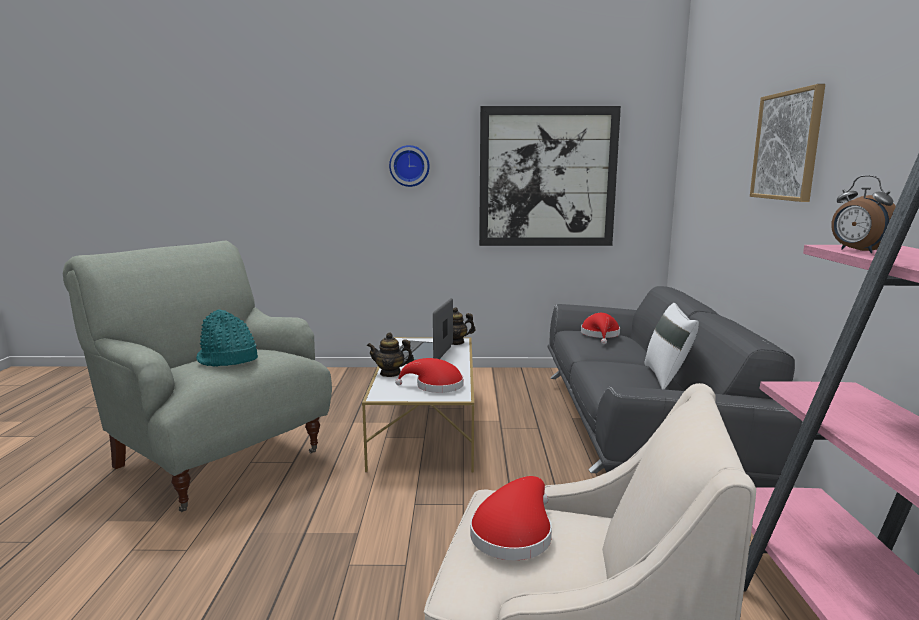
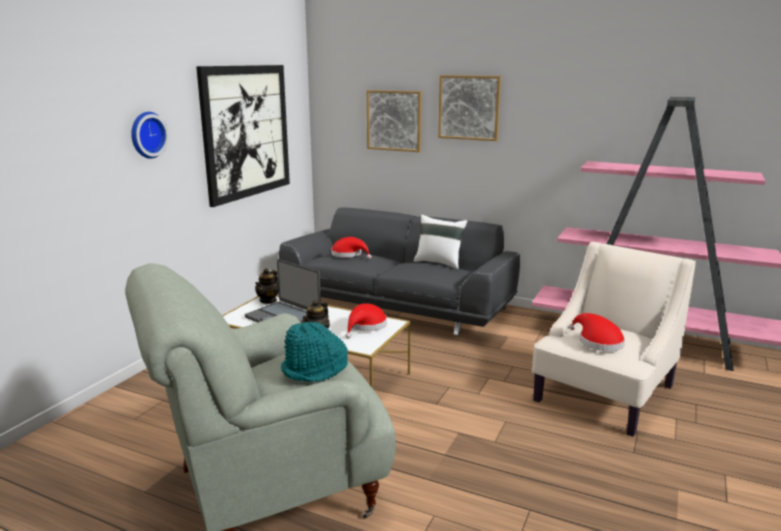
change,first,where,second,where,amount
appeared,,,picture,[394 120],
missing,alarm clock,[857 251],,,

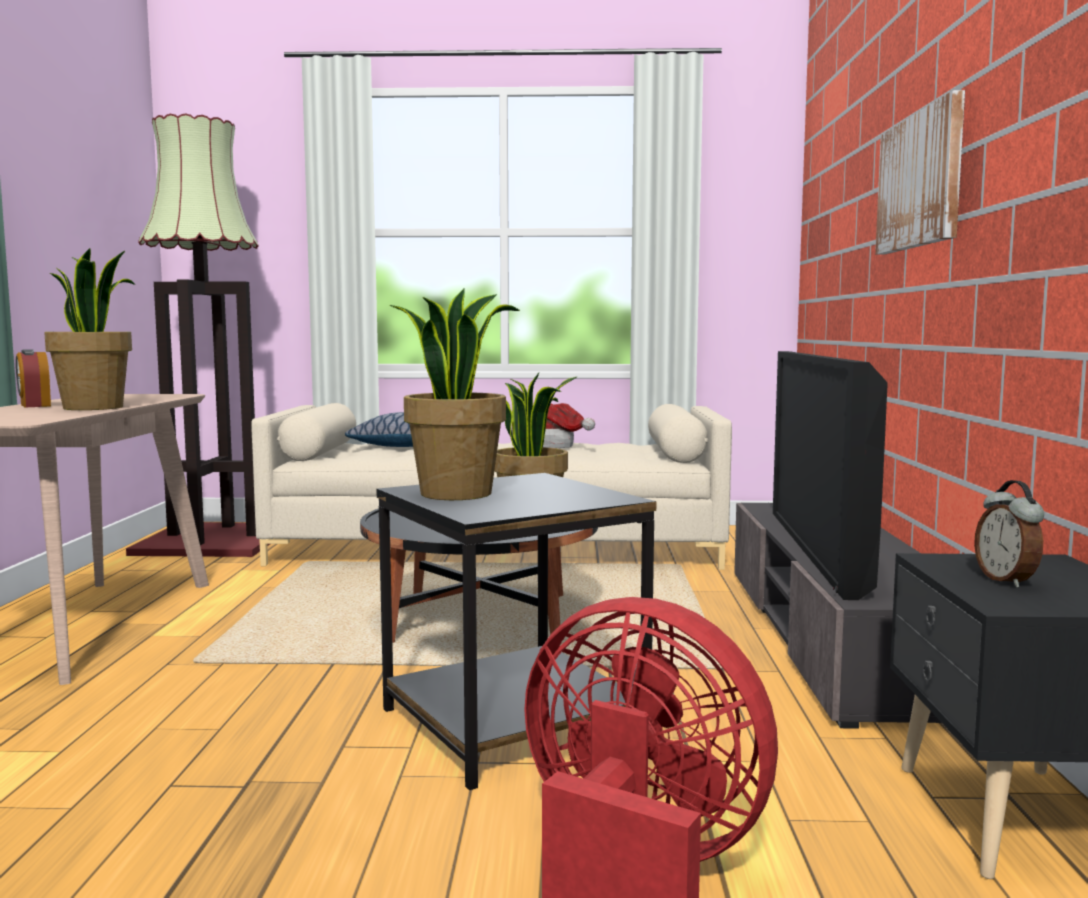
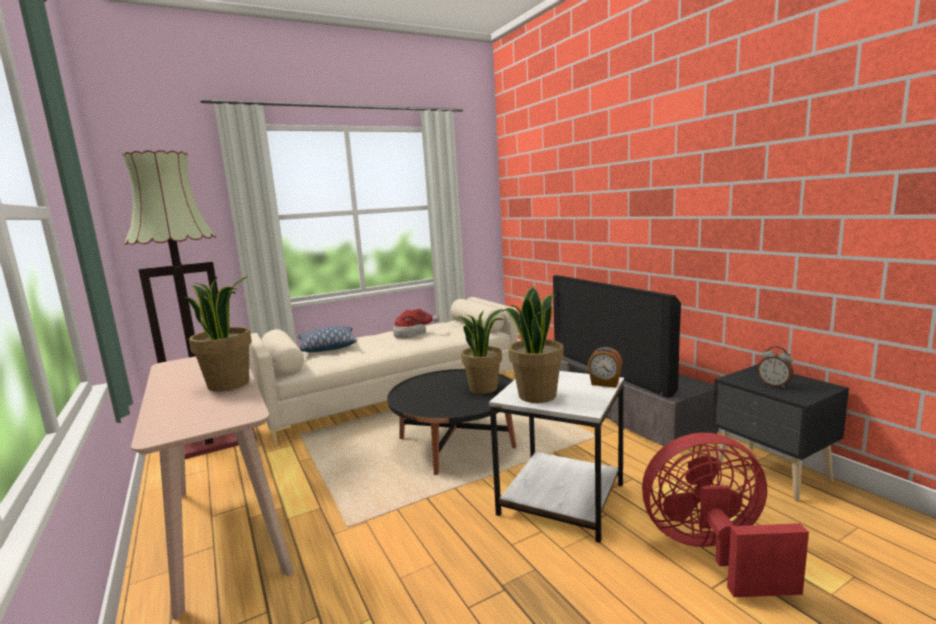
change,first,where,second,where,amount
colour,black side table,[516 723],white side table,[563 498],
relocated,alarm clock,[34 405],,[604 383],
missing,picture,[920 181],,,

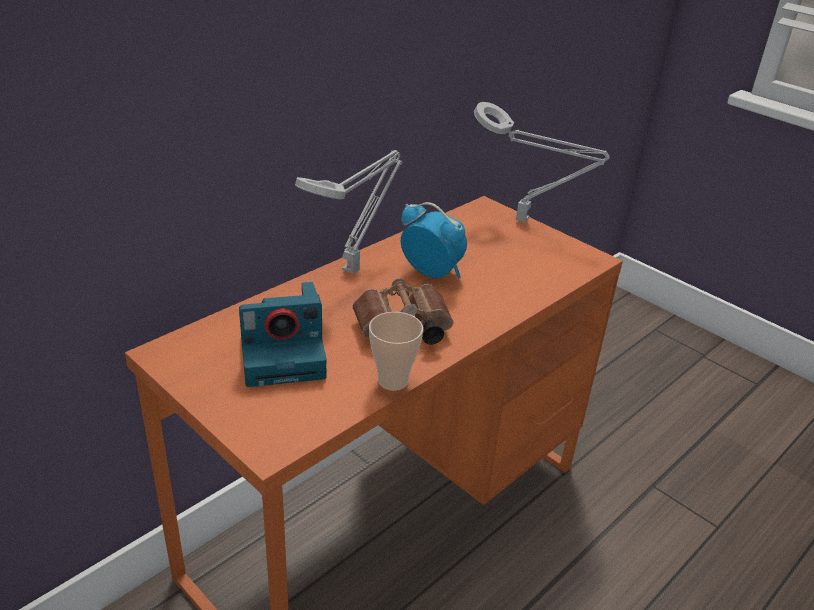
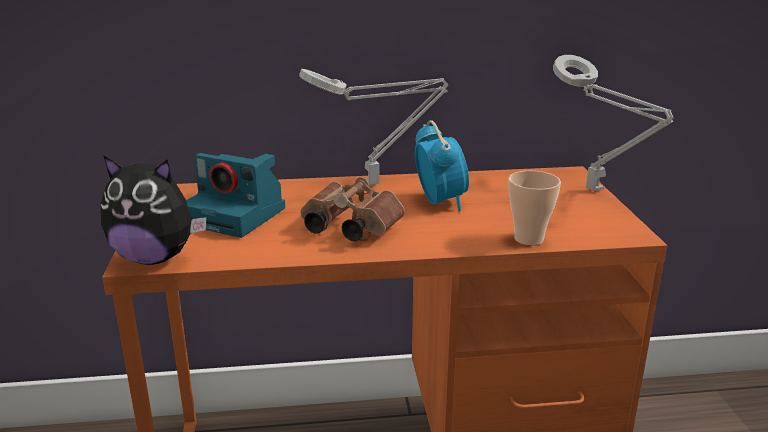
change,first,where,second,where,amount
appeared,,,plush toy,[155 258],
relocated,cup,[393 381],,[528 239],

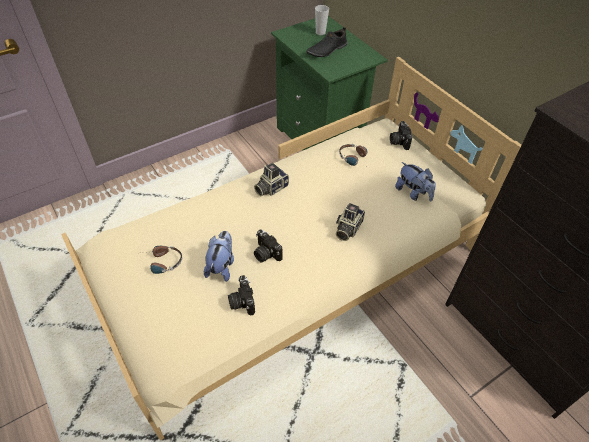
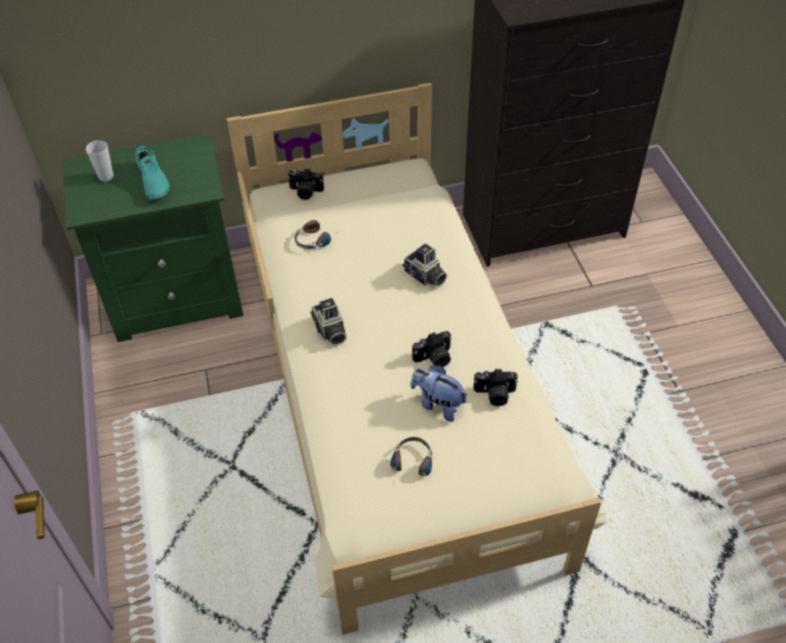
change,first,where,second,where,amount
colour,black shoe,[326 50],turquoise shoe,[152 181],
missing,plush toy,[413 193],,,

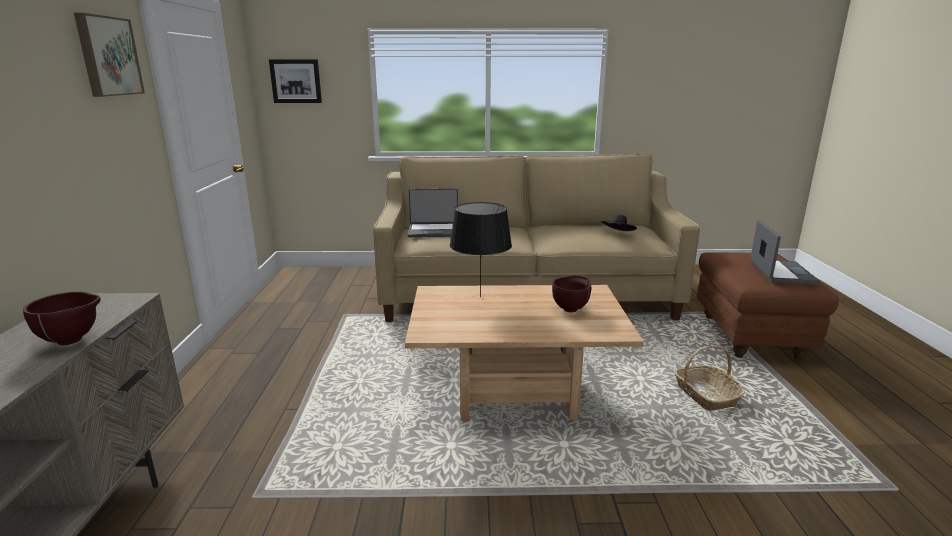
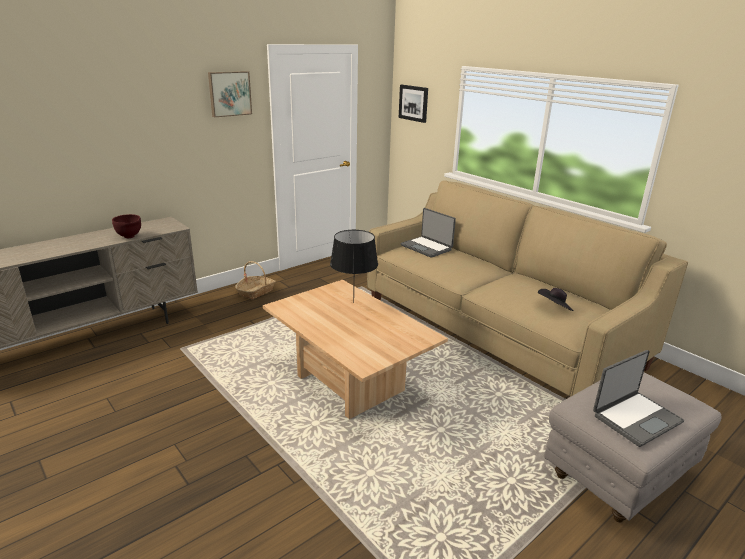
change,first,where,second,where,amount
relocated,basket,[705 395],,[256 292],
colour,brown ottoman,[749 336],grey ottoman,[617 474],
missing,brown bowl,[571 309],,,

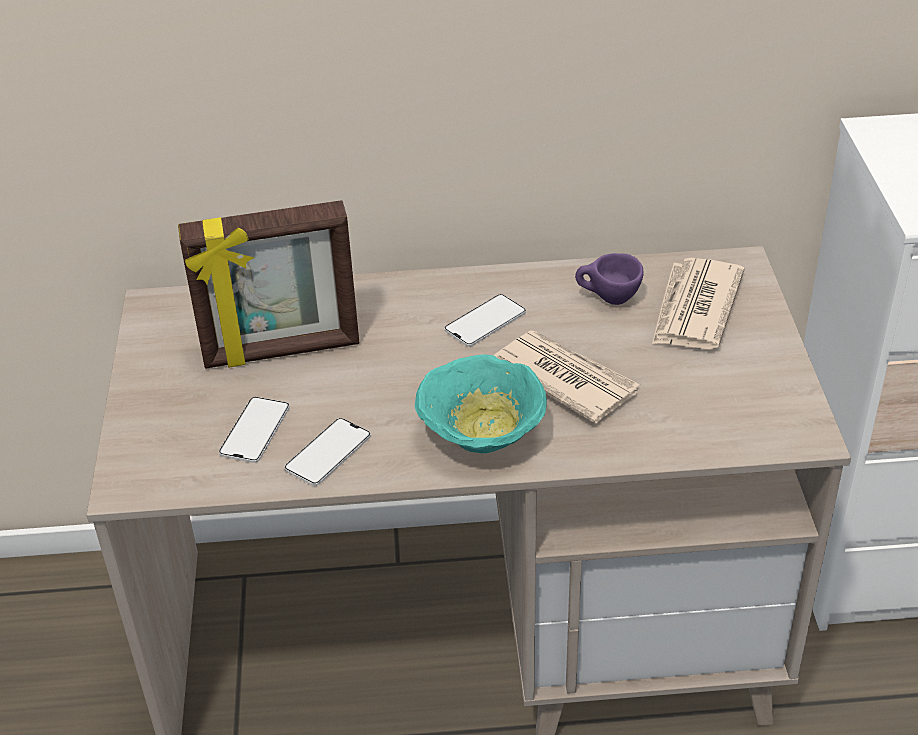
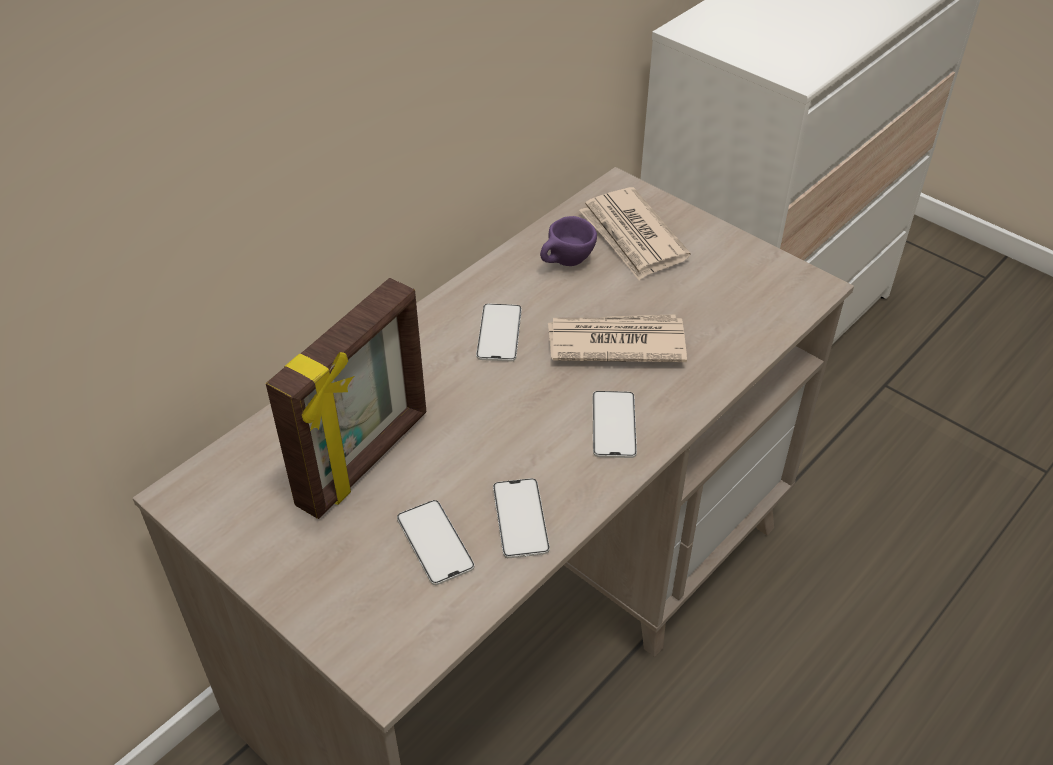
change,first,where,second,where,amount
exchanged,turquoise bowl,[480 435],phone,[614 425],

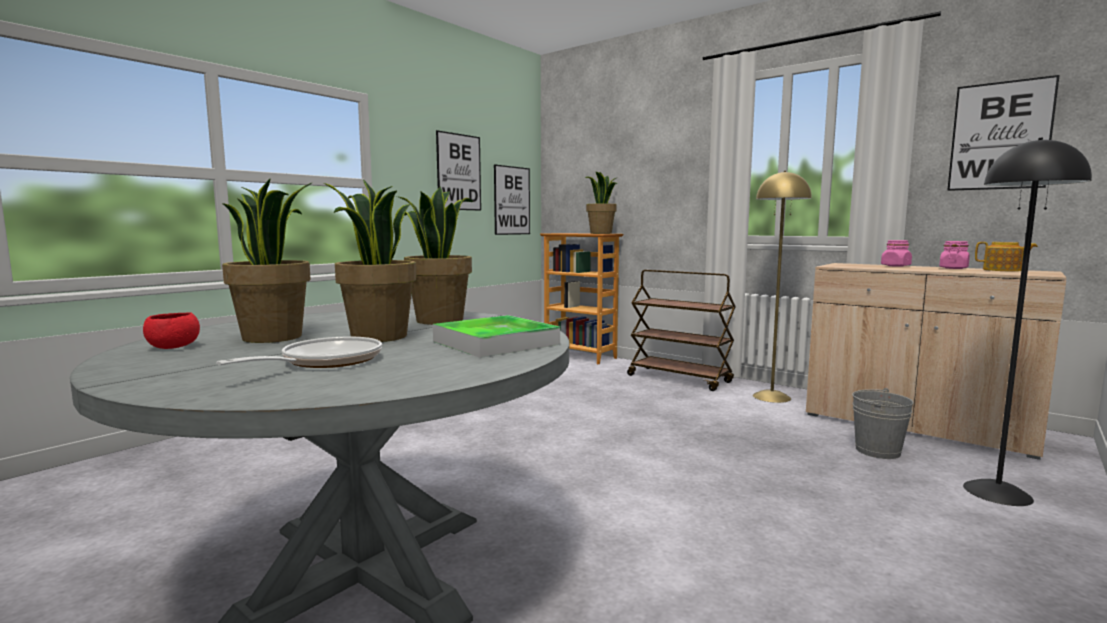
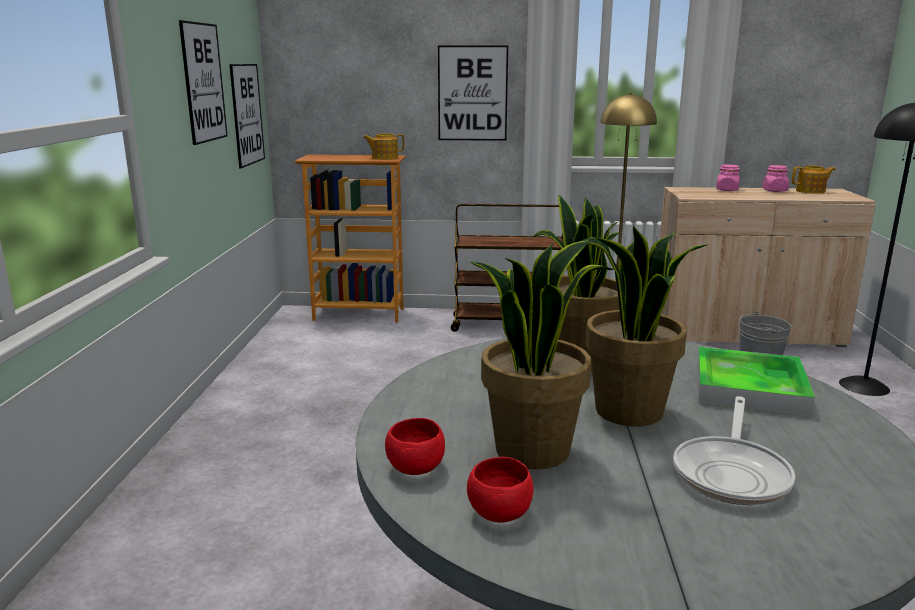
change,first,where,second,where,amount
exchanged,potted plant,[601 233],teapot,[384 158],
appeared,,,red bowl,[415 467],
relocated,picture,[1000 136],,[472 93],
spun,frying pan,[325 362],,[732 473],150 degrees counterclockwise

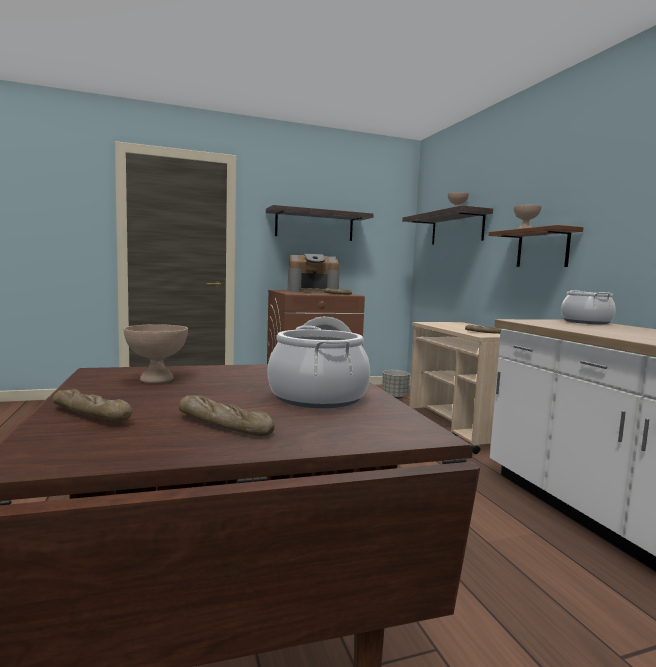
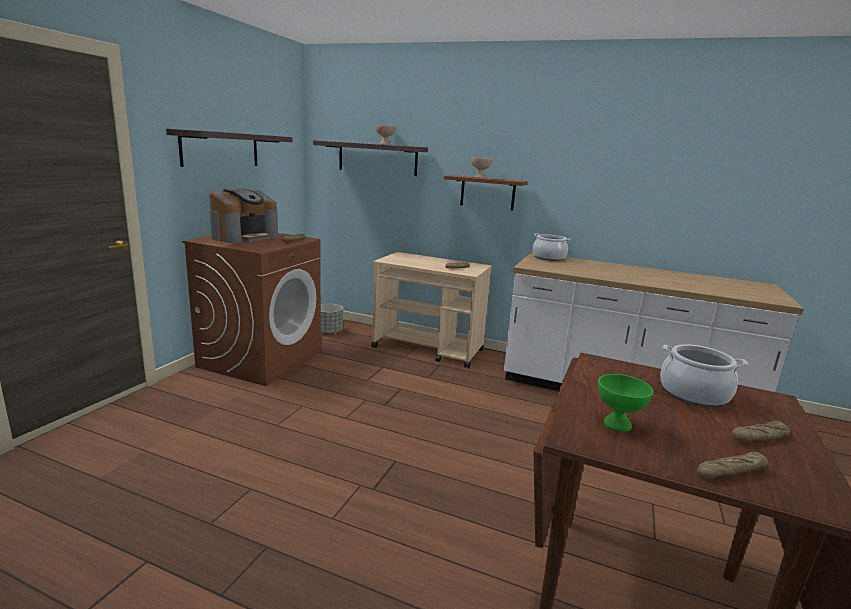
change,first,where,second,where,amount
colour,beige bowl,[157 379],green bowl,[618 425],

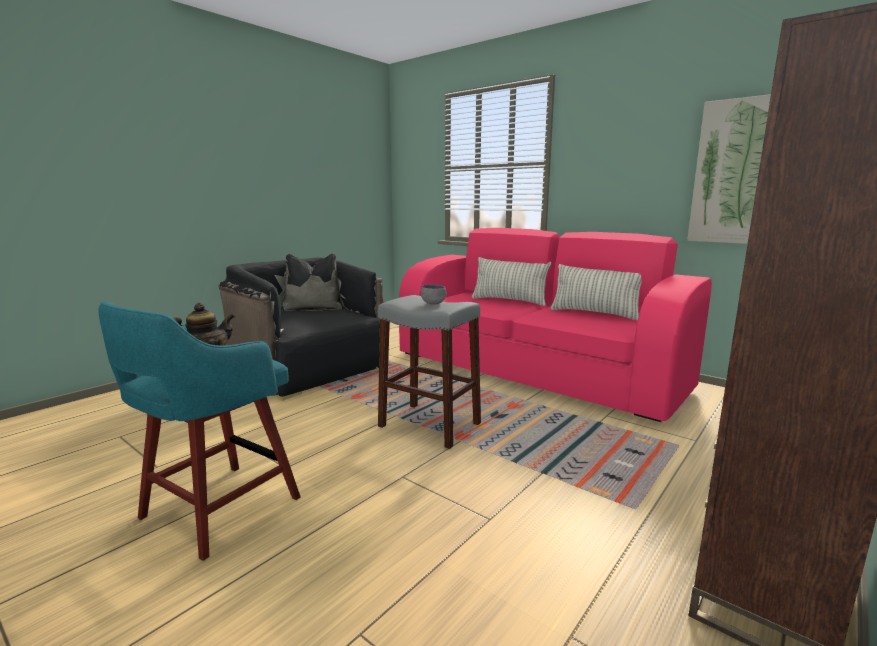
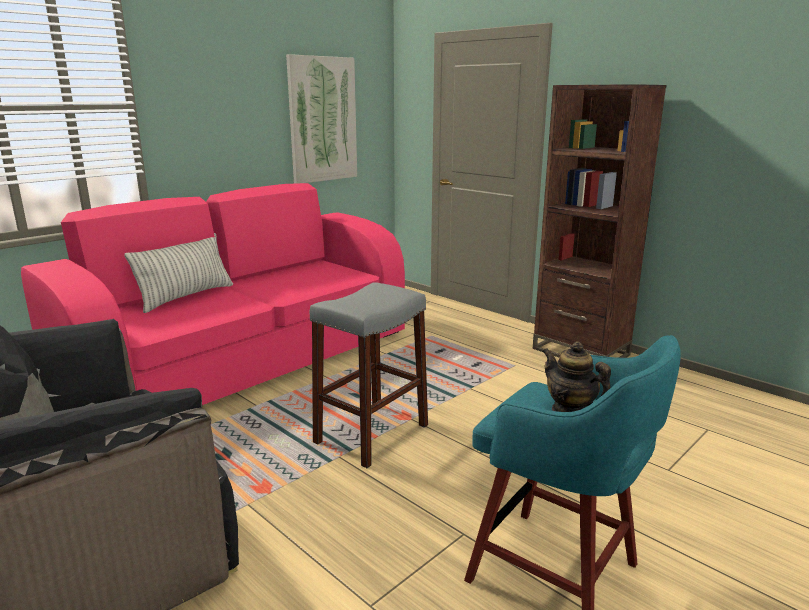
change,first,where,second,where,amount
missing,grey bowl,[434 303],,,
missing,pillow,[594 313],,,

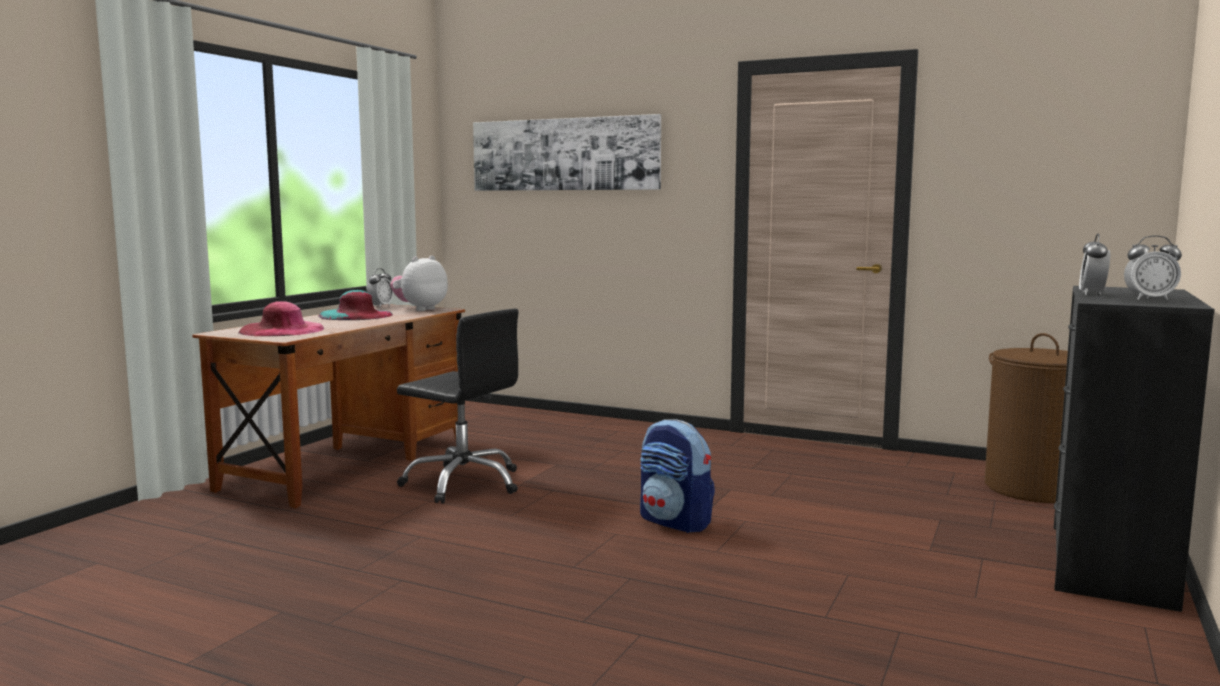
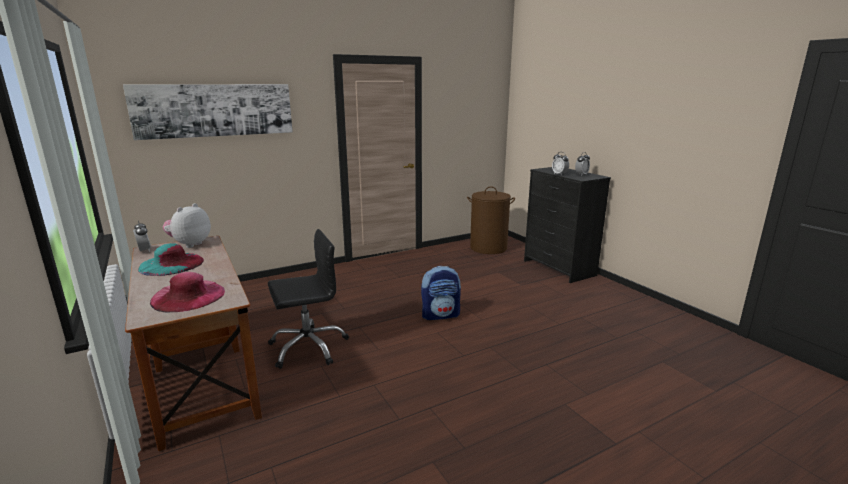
change,first,where,second,where,amount
spun,plush toy,[420 309],,[190 244],45 degrees clockwise

